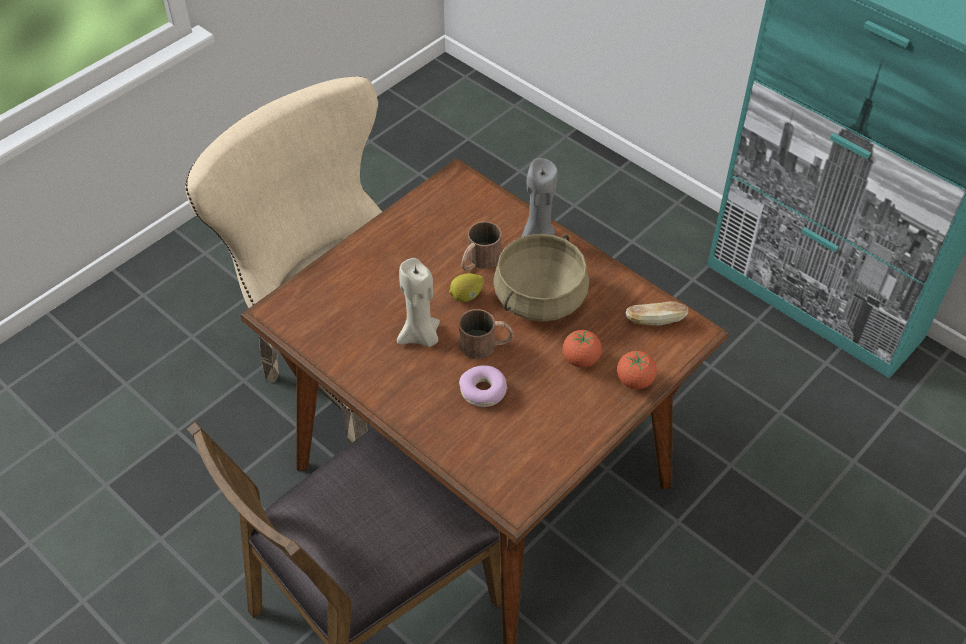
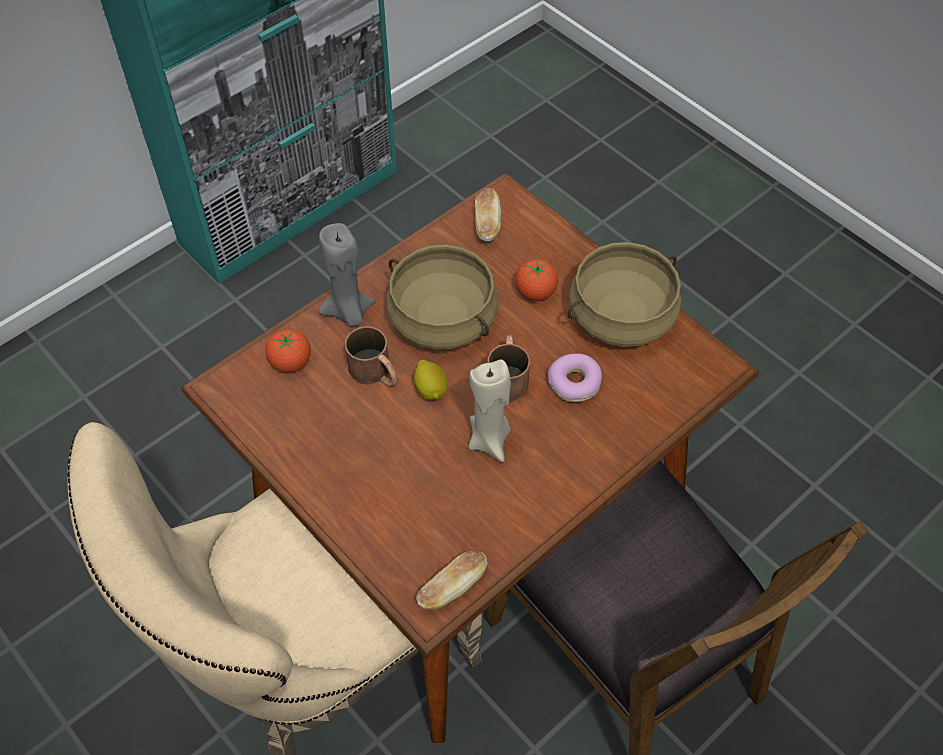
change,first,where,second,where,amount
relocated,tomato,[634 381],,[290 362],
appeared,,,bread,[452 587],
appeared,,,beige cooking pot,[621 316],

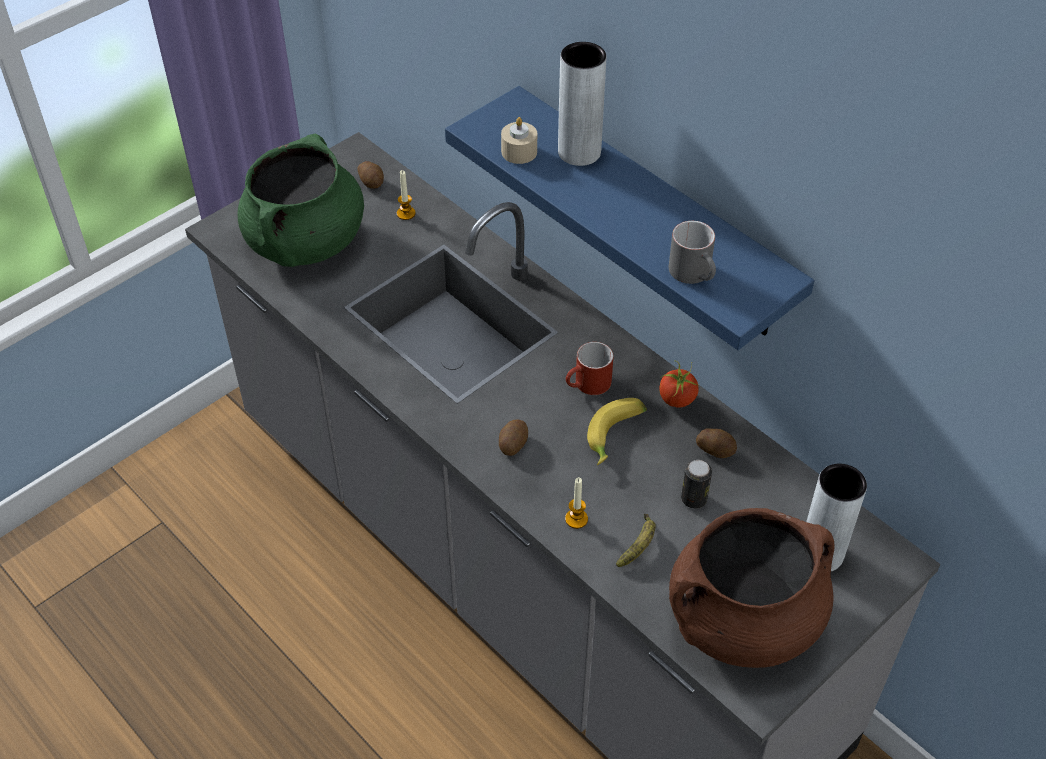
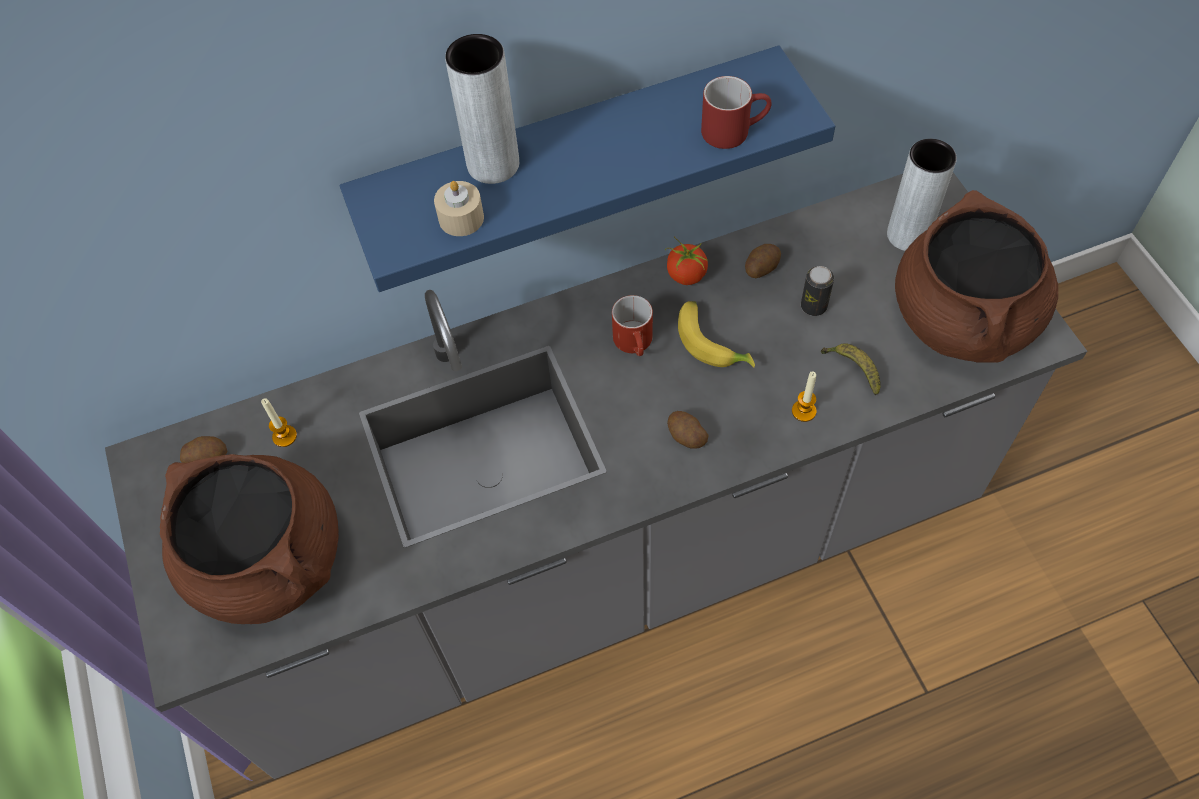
change,first,where,second,where,amount
colour,green cooking pot,[306 242],brown cooking pot,[269 561],
colour,grey mug,[695 274],red mug,[734 129],

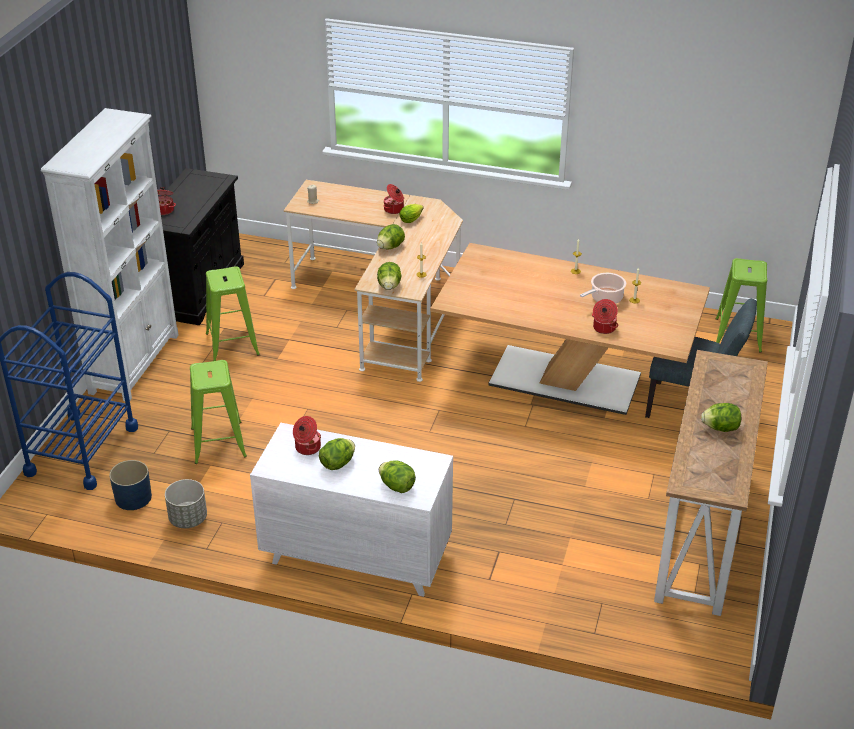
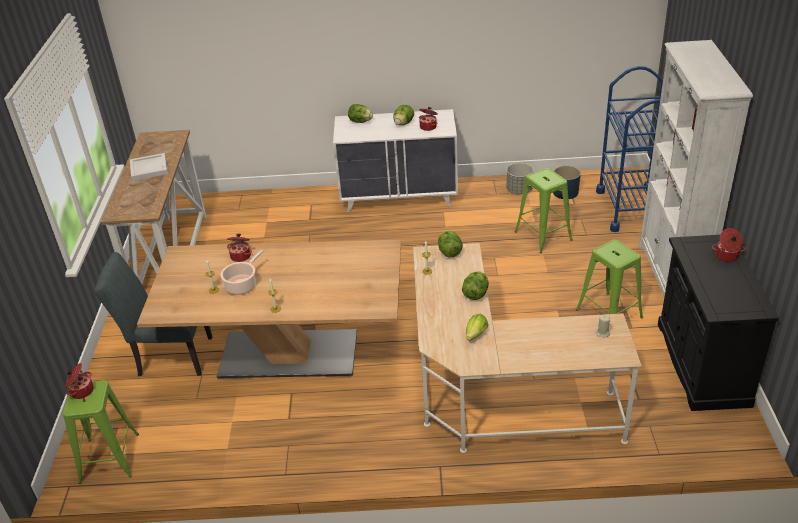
change,first,where,second,where,amount
relocated,cooking pot,[394 209],,[81 391],
exchanged,lettuce,[720 428],white tray,[148 168],

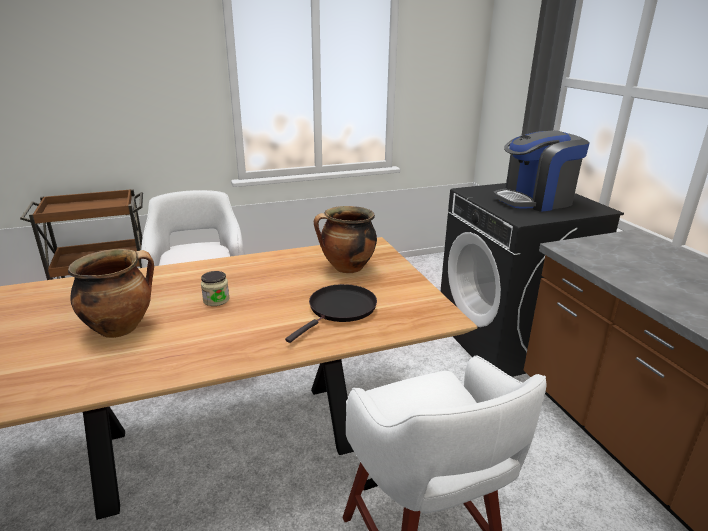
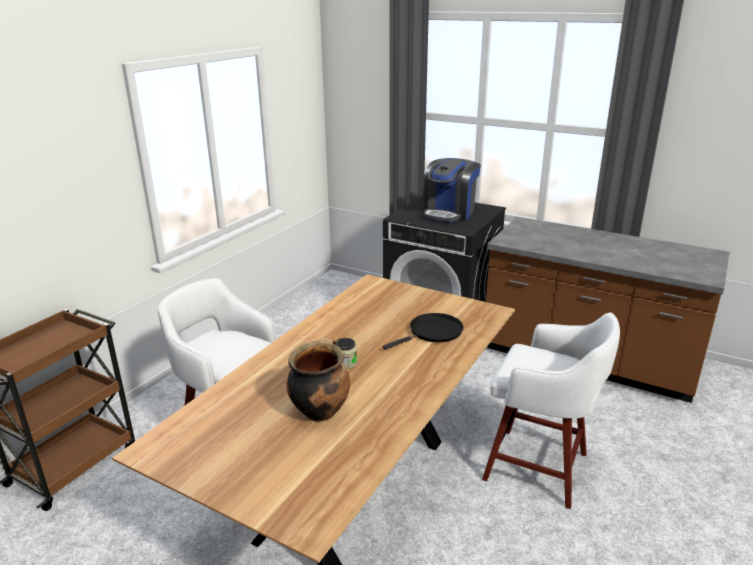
change,first,where,second,where,amount
spun,black frying pan,[340 309],,[433 332],60 degrees clockwise
missing,cooking pot,[346 268],,,

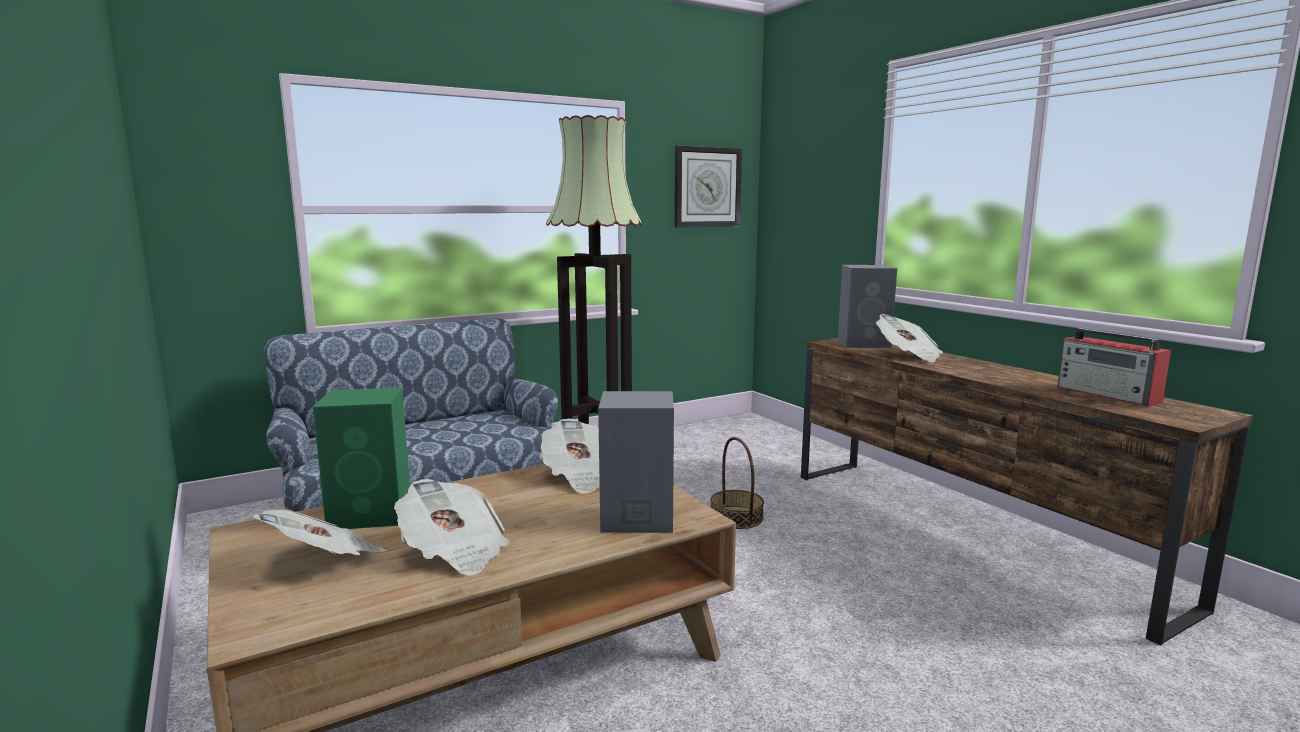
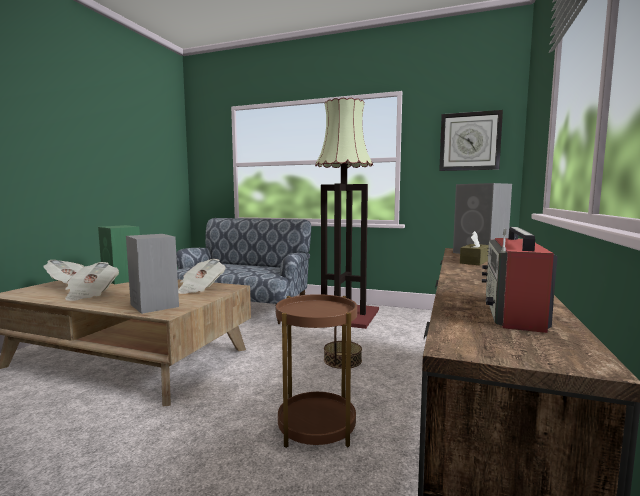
change,first,where,second,where,amount
appeared,,,brown side table,[317 427],
exchanged,newspaper,[908 356],brown tissue box,[474 261],

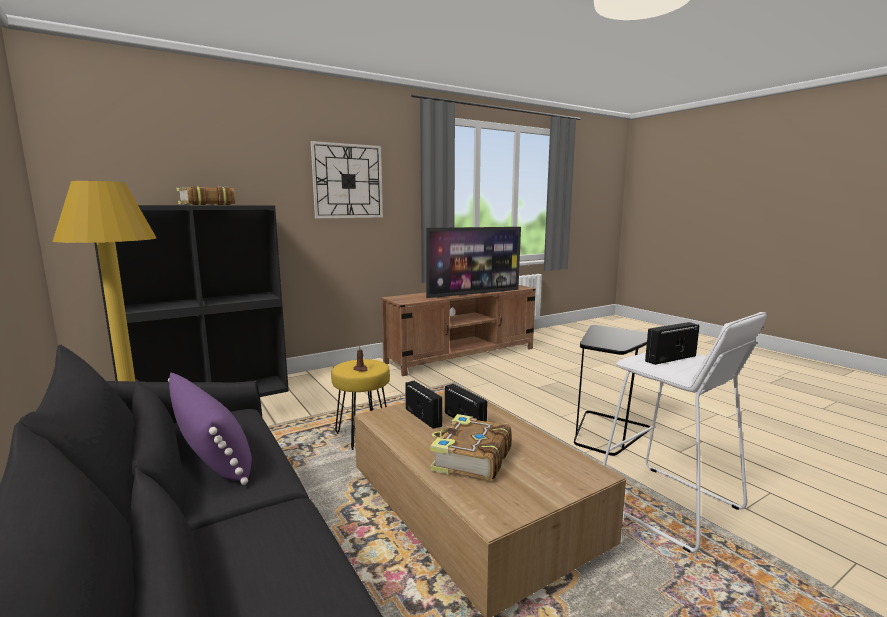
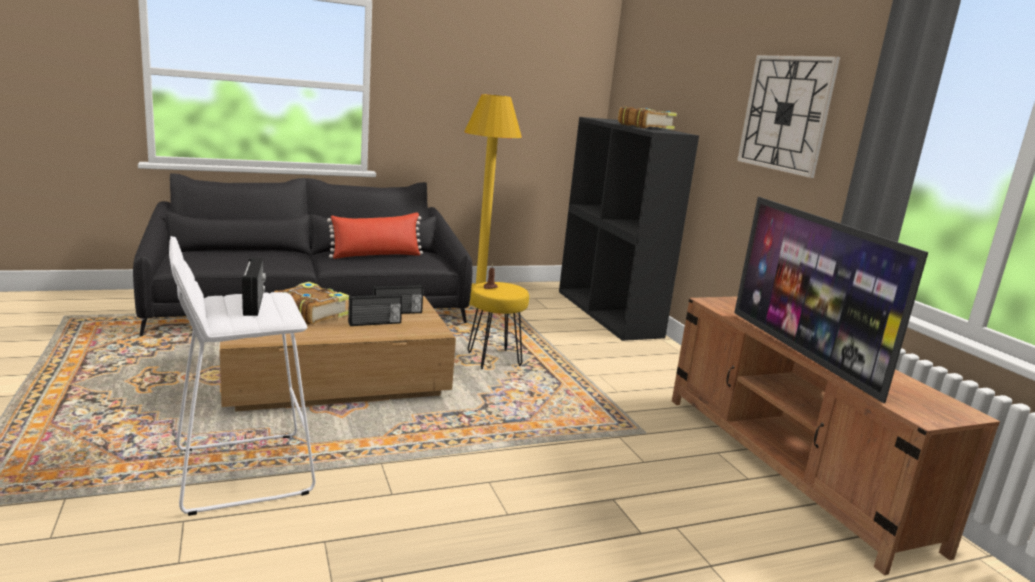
change,first,where,second,where,amount
colour,purple pillow,[212 453],red pillow,[376 255],
missing,black side table,[607 433],,,

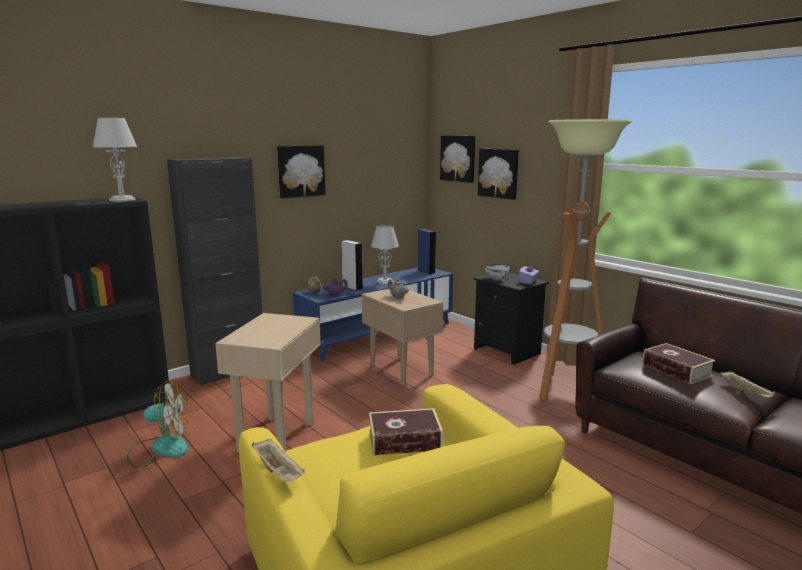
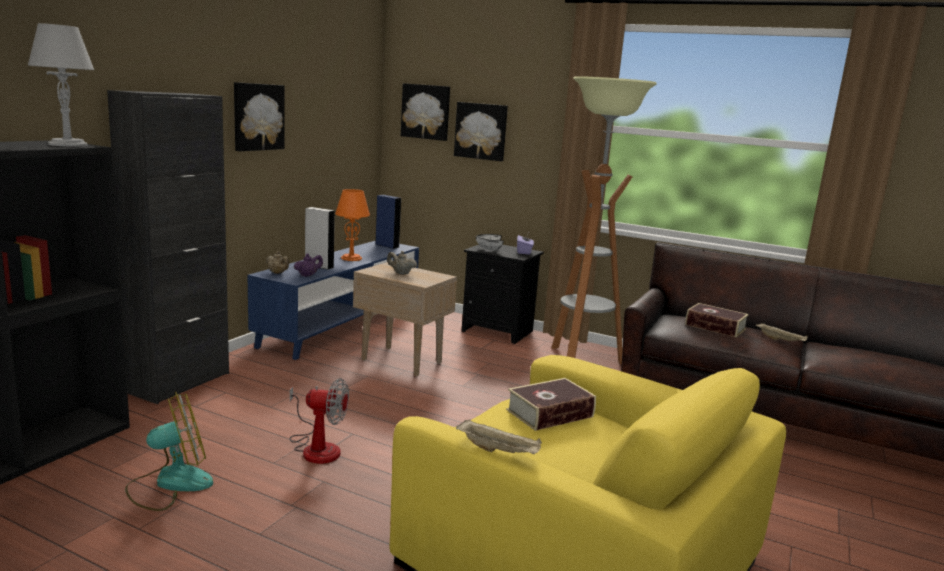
change,first,where,second,where,amount
exchanged,beige side table,[277 436],fan,[316 447],
colour,grey table lamp,[385 281],orange table lamp,[351 258],

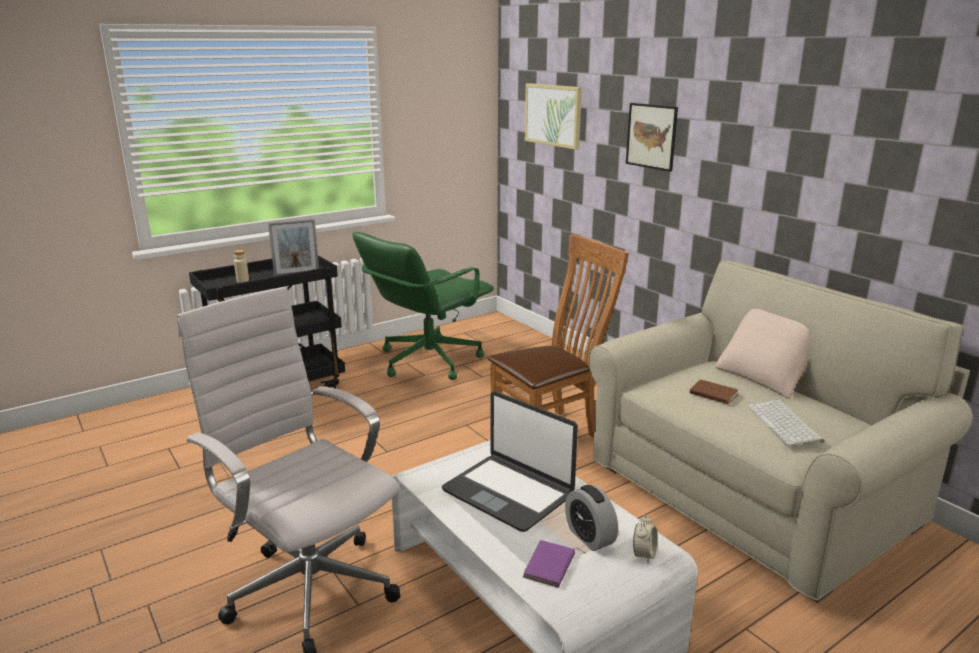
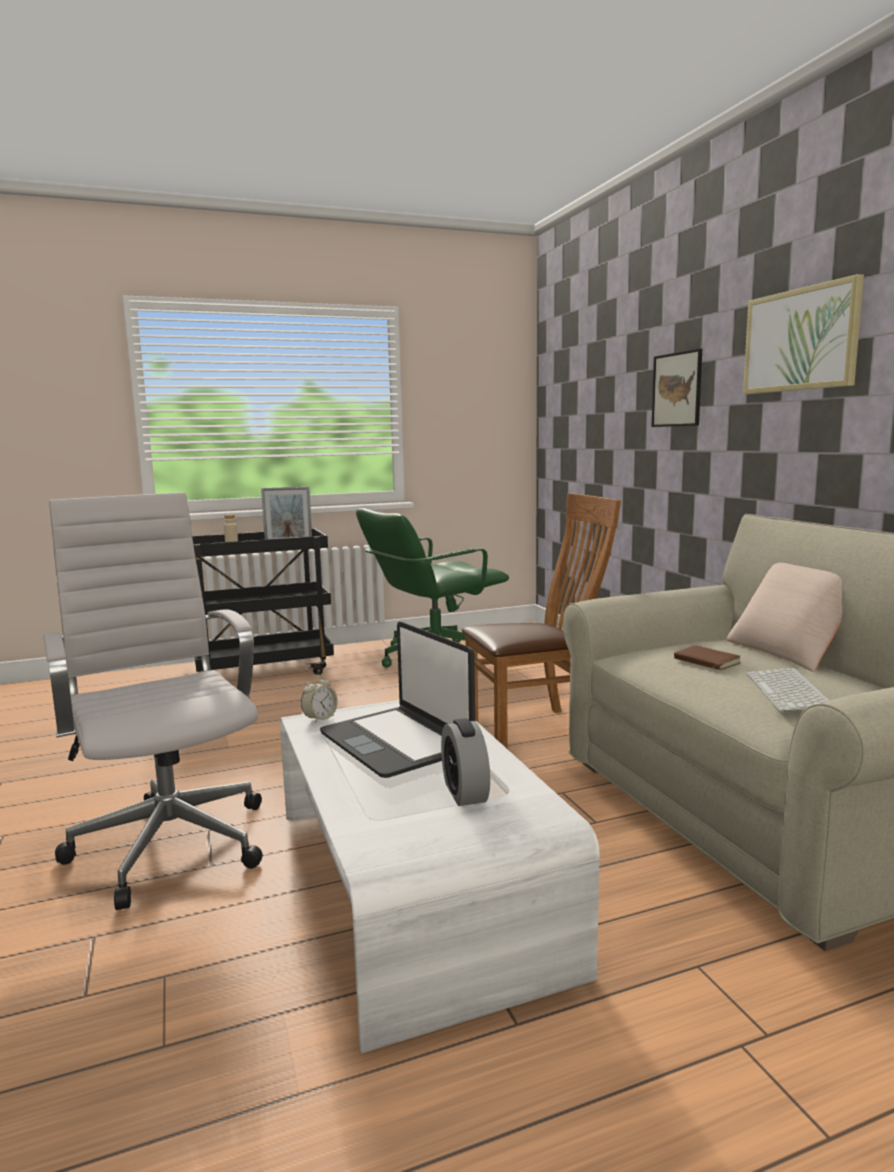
change,first,where,second,where,amount
relocated,alarm clock,[644 555],,[320 718],
relocated,picture,[553 115],,[800 340],
missing,purple book,[551 567],,,

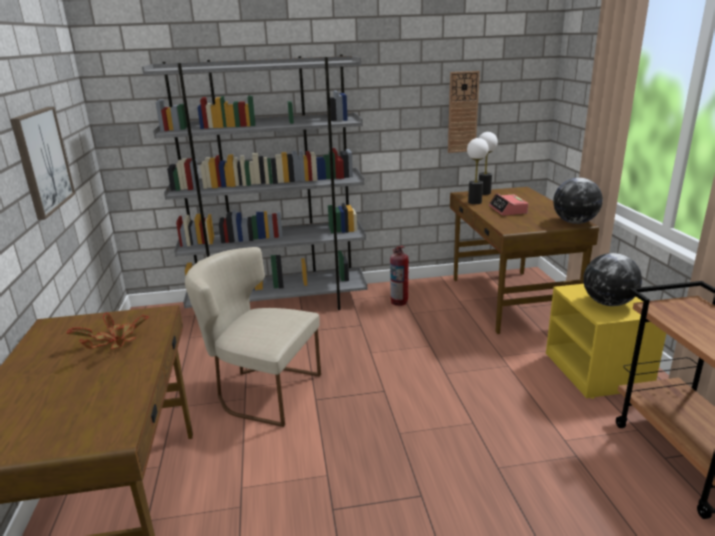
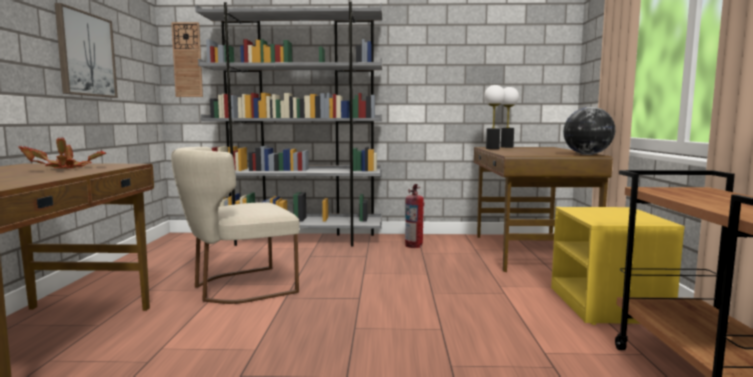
change,first,where,second,where,amount
relocated,wall clock,[462 112],,[187 60],
spun,beige chair,[261 391],,[238 287],60 degrees counterclockwise
missing,alarm clock,[508 210],,,
missing,globe,[608 303],,,

